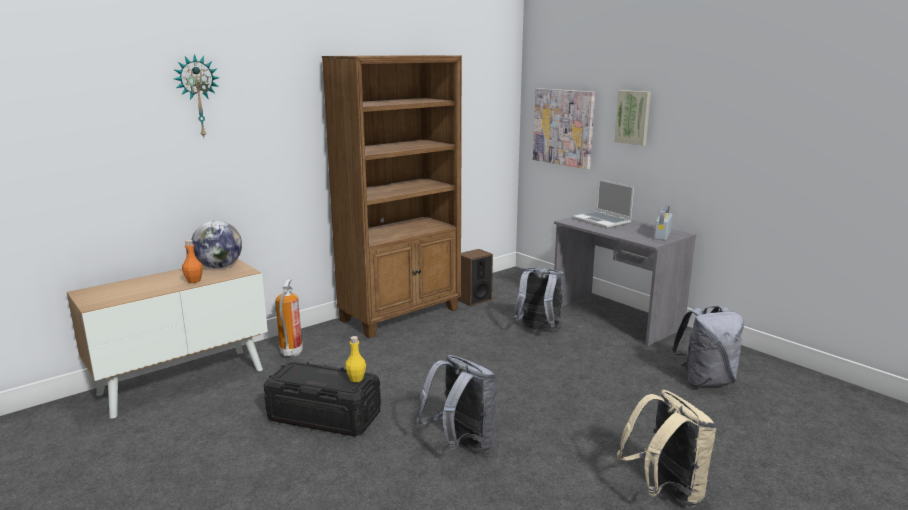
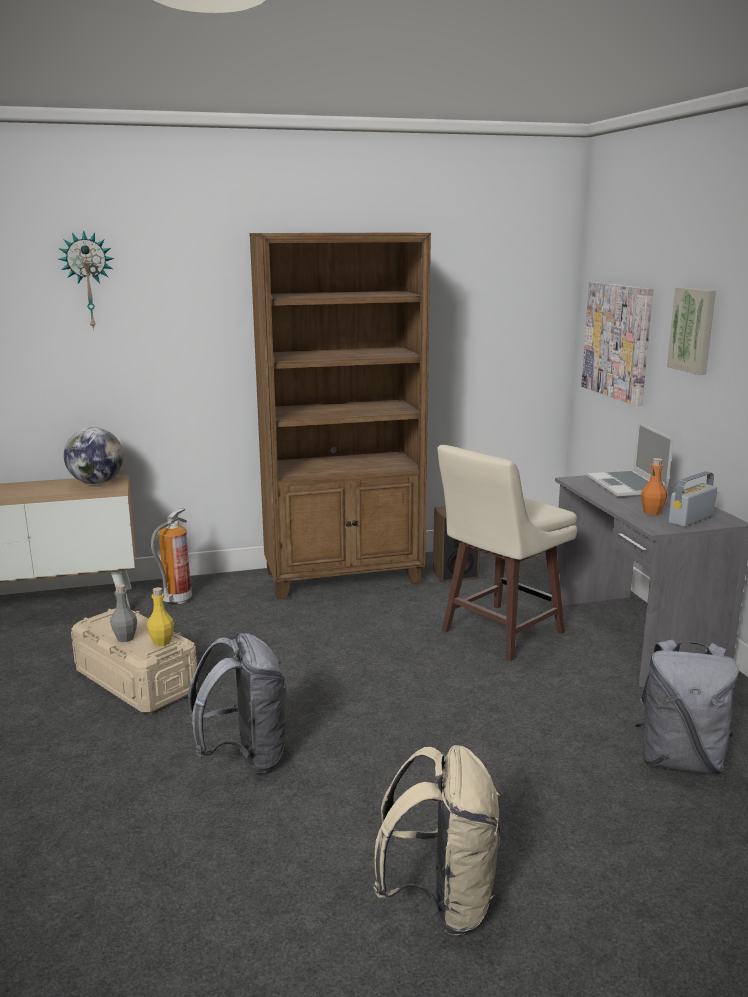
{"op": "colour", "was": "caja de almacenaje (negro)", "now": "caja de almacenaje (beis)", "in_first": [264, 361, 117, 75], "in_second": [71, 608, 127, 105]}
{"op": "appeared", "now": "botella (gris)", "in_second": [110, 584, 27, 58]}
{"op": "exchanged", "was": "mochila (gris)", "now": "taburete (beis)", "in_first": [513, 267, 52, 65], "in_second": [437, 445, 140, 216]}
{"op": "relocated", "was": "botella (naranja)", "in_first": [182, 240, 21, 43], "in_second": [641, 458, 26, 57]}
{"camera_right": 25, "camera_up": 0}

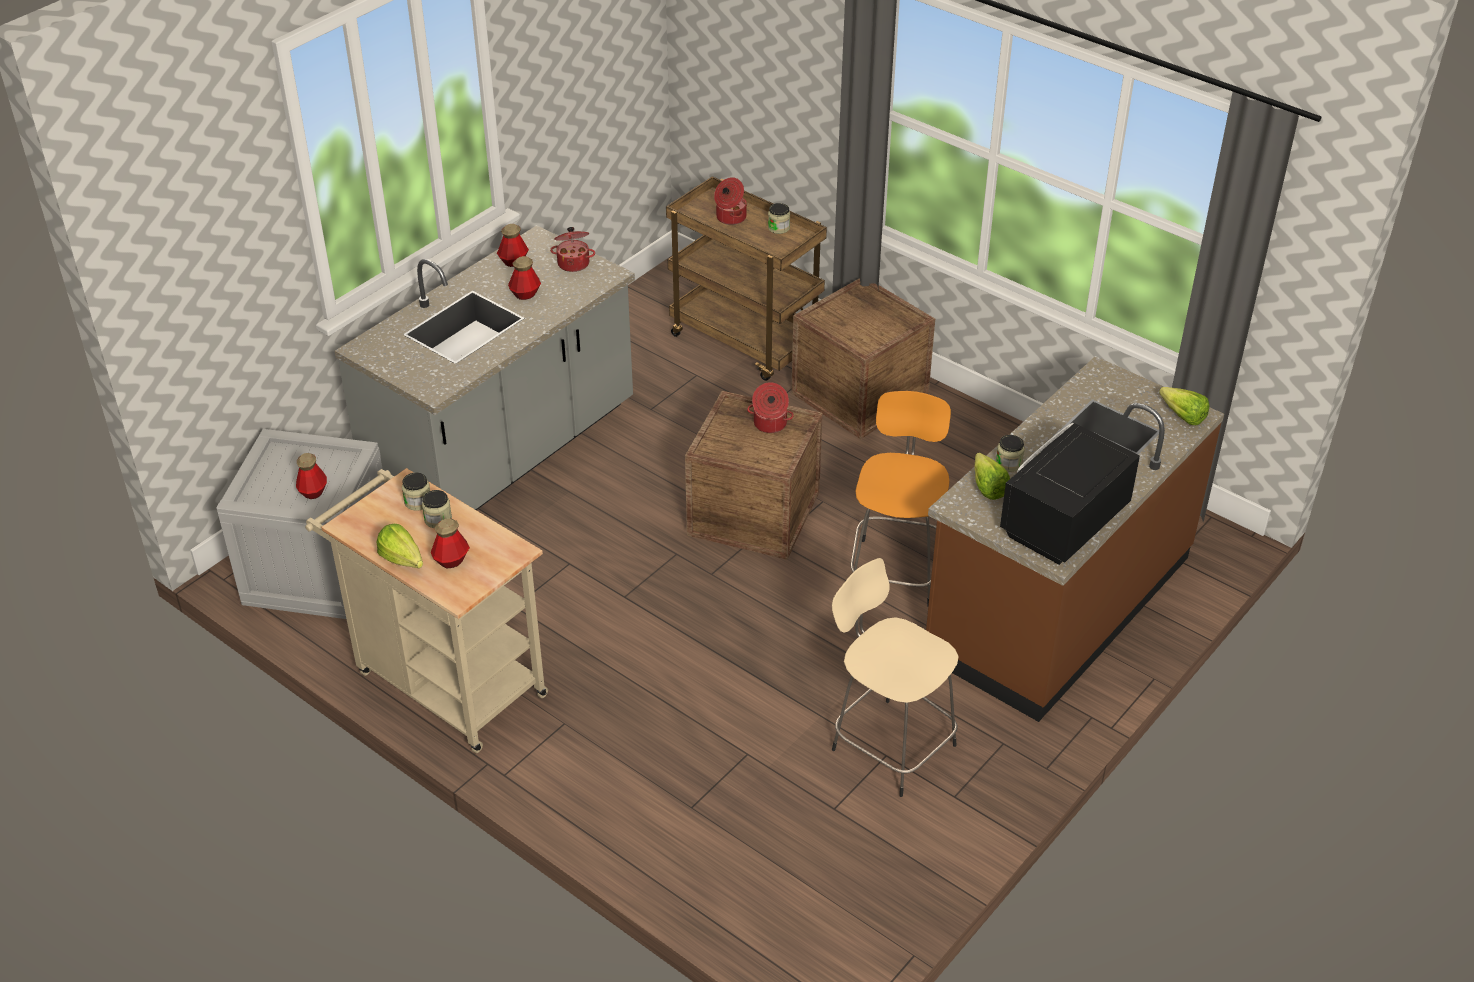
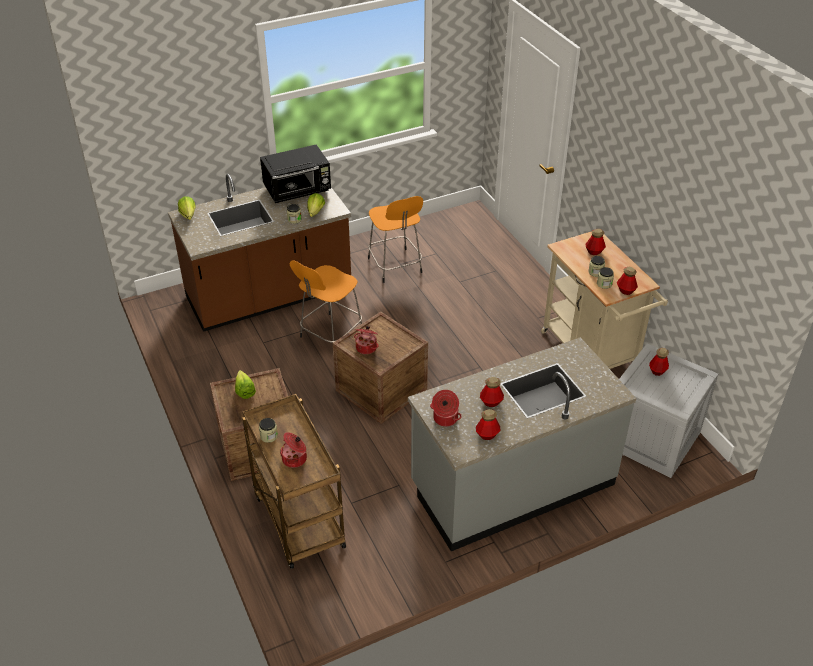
{"op": "relocated", "was": "lechuga", "in_first": [376, 524, 47, 44], "in_second": [235, 370, 21, 29]}
{"op": "colour", "was": "taburete (beis)", "now": "taburete (naranja)", "in_first": [832, 558, 127, 239], "in_second": [368, 196, 55, 87]}
{"op": "appeared", "now": "botella", "in_second": [617, 267, 21, 28]}
{"camera_right": -155, "camera_up": 0}

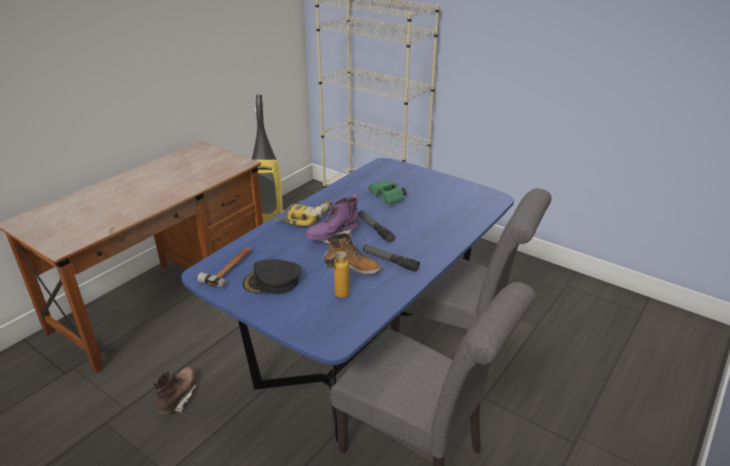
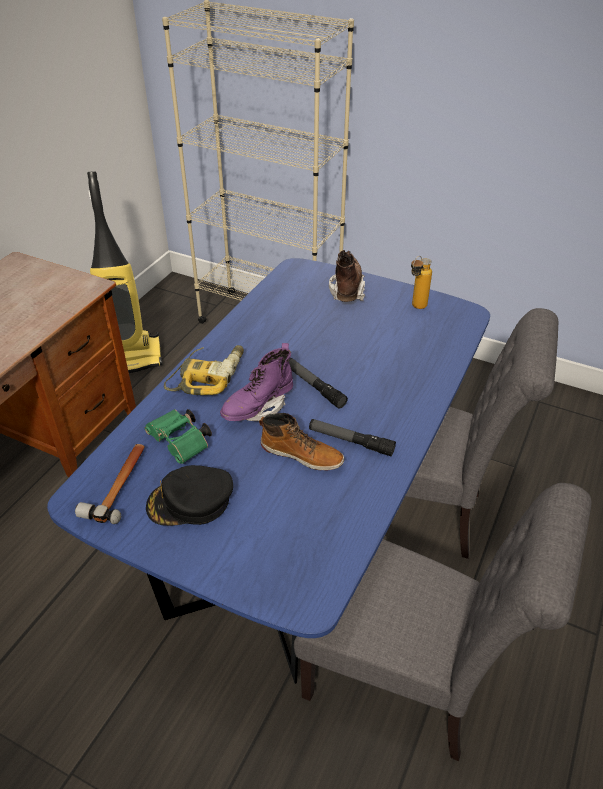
{"op": "relocated", "was": "prismáticos (verde)", "in_first": [368, 180, 39, 25], "in_second": [145, 409, 67, 55]}
{"op": "relocated", "was": "bota (marrón)", "in_first": [152, 367, 44, 47], "in_second": [329, 250, 36, 52]}
{"op": "relocated", "was": "botella", "in_first": [324, 249, 25, 49], "in_second": [411, 256, 21, 53]}
{"camera_right": -10, "camera_up": 10}

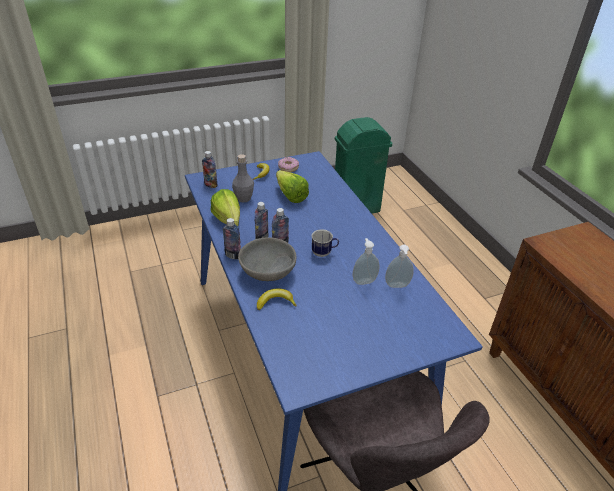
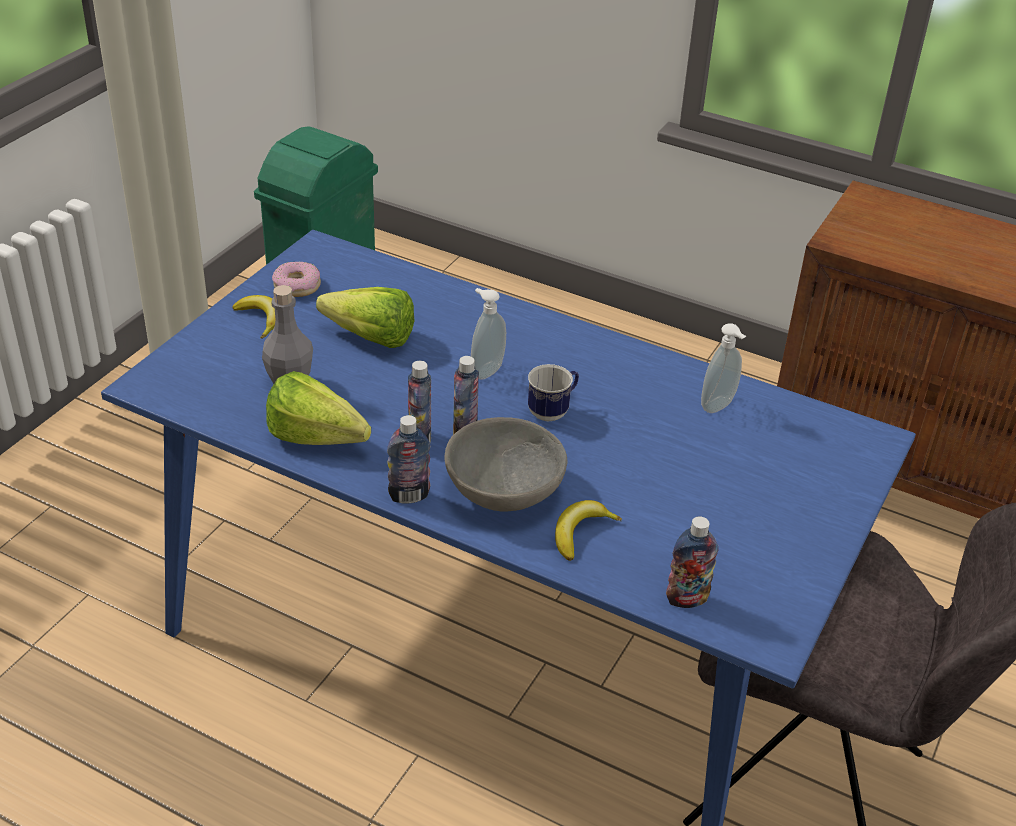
{"op": "relocated", "was": "dispensador de jabón", "in_first": [353, 238, 26, 47], "in_second": [471, 288, 35, 92]}
{"op": "relocated", "was": "botella", "in_first": [202, 151, 15, 37], "in_second": [666, 517, 53, 91]}
{"camera_right": -40, "camera_up": 0}

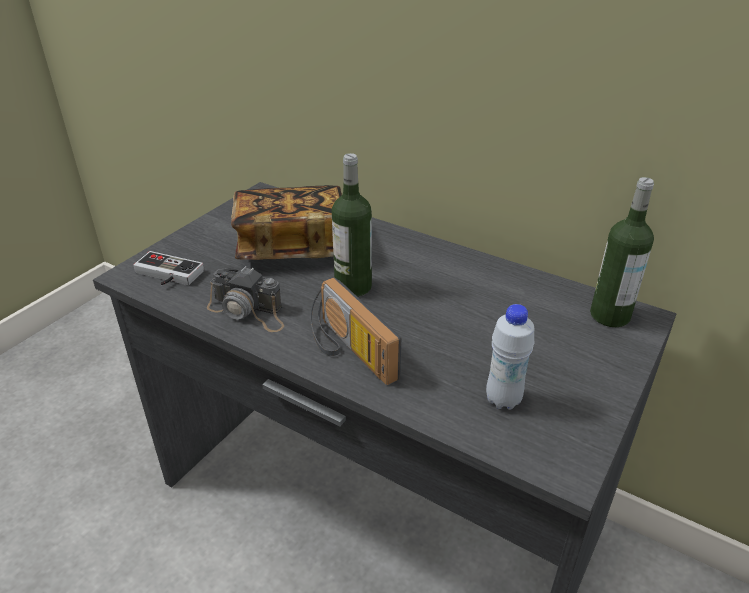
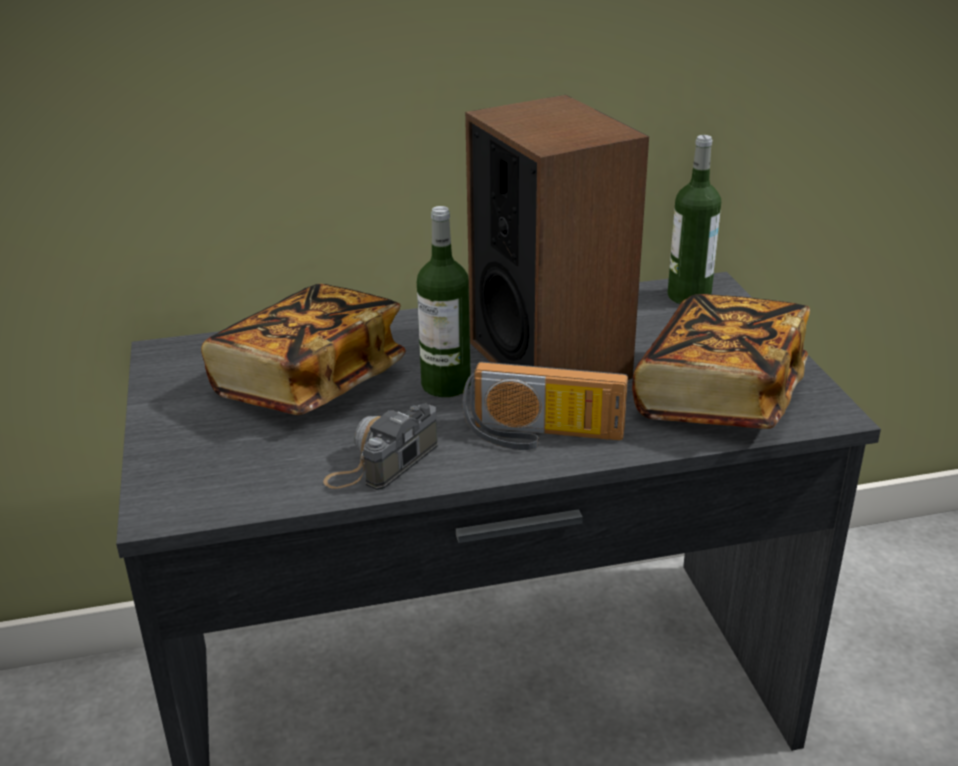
{"op": "spun", "was": "cámara", "in_first": [207, 266, 77, 66], "in_second": [323, 403, 115, 87], "clockwise": 150}
{"op": "appeared", "now": "altavoz", "in_second": [465, 95, 184, 285]}
{"op": "exchanged", "was": "botella (blanco)", "now": "libro", "in_first": [486, 304, 48, 106], "in_second": [632, 294, 178, 135]}
{"op": "missing", "was": "mando de consola", "in_first": [133, 251, 71, 34]}
{"camera_right": -45, "camera_up": -5}

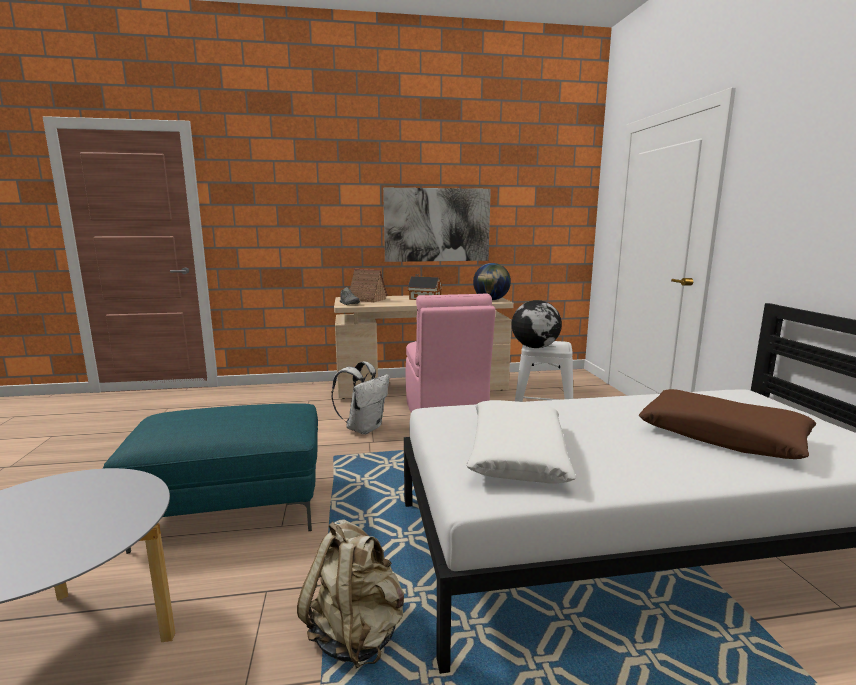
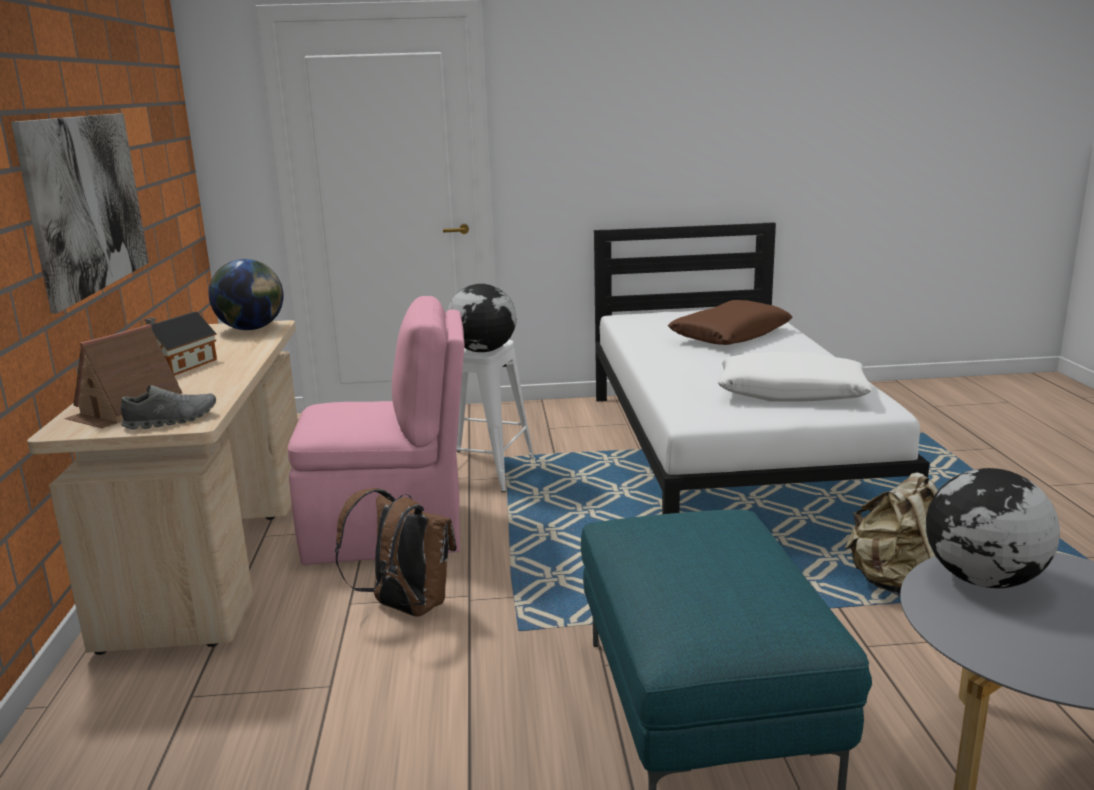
{"op": "colour", "was": "mochila (blanco)", "now": "mochila (marrón)", "in_first": [331, 361, 58, 74], "in_second": [335, 488, 122, 128]}
{"op": "appeared", "now": "globo terráqueo", "in_second": [926, 468, 134, 120]}
{"camera_right": -85, "camera_up": 5}

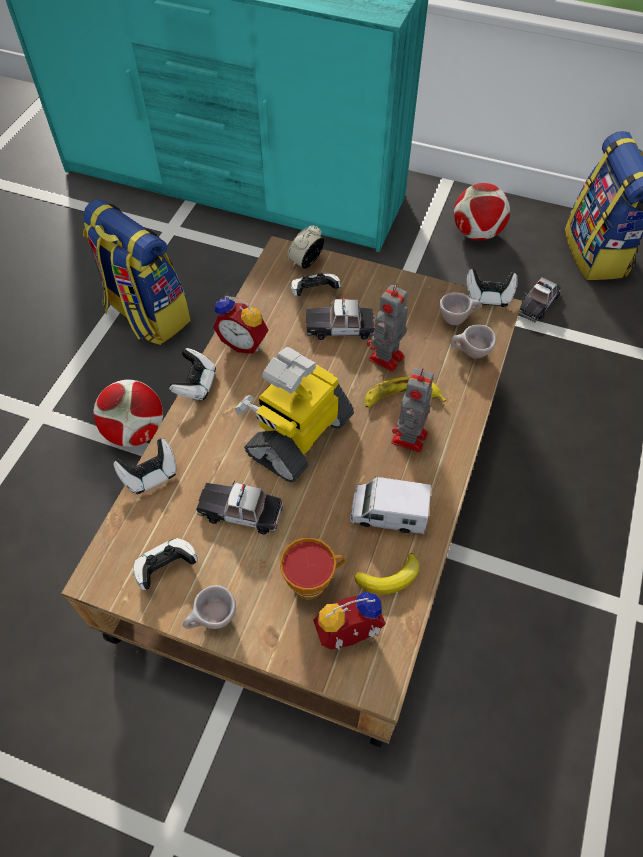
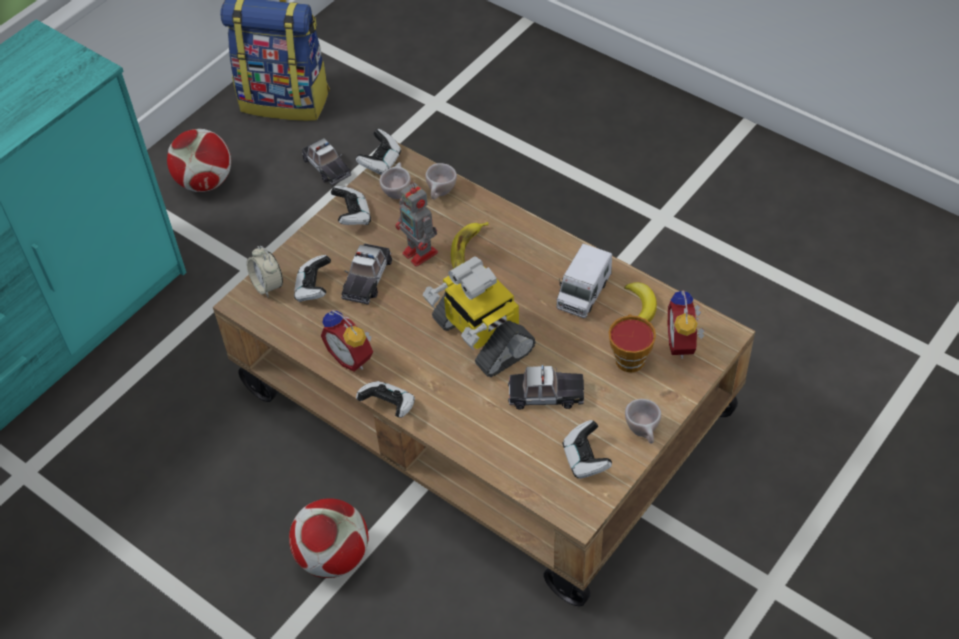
{"op": "spun", "was": "despertador", "in_first": [213, 296, 55, 58], "in_second": [321, 310, 52, 62], "clockwise": 90}
{"op": "relocated", "was": "mando de consola", "in_first": [113, 438, 64, 56], "in_second": [331, 186, 40, 39]}
{"op": "spun", "was": "coche de juguete", "in_first": [196, 480, 87, 54], "in_second": [508, 365, 76, 45], "clockwise": -120}
{"op": "missing", "was": "mochila", "in_first": [83, 199, 108, 146]}
{"op": "missing", "was": "robot de juguete", "in_first": [391, 368, 43, 85]}
{"camera_right": -70, "camera_up": -5}

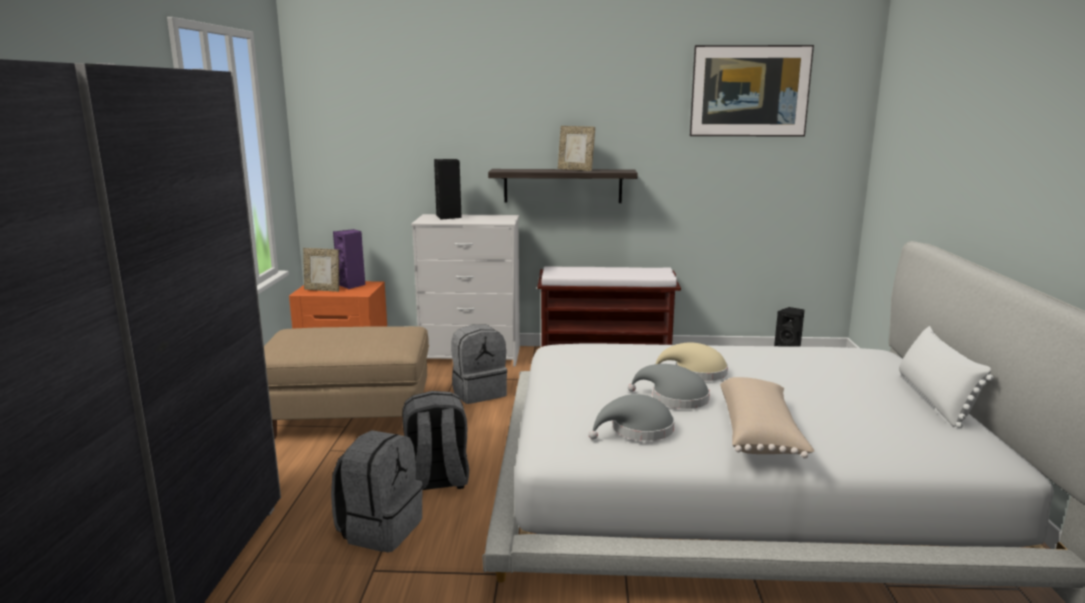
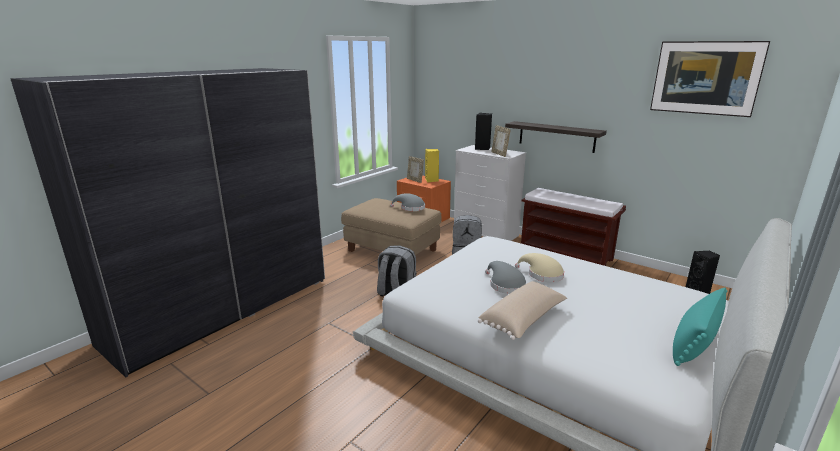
{"op": "relocated", "was": "sombrero (gris)", "in_first": [588, 394, 87, 47], "in_second": [390, 193, 35, 18]}
{"op": "colour", "was": "altavoz (morado)", "now": "altavoz (amarillo)", "in_first": [333, 229, 33, 60], "in_second": [425, 149, 14, 33]}
{"op": "relocated", "was": "portarretratos", "in_first": [558, 126, 37, 45], "in_second": [491, 125, 20, 32]}
{"op": "colour", "was": "cojín (blanco)", "now": "cojín (turquesa)", "in_first": [899, 326, 95, 102], "in_second": [673, 287, 54, 79]}
{"op": "missing", "was": "mochila (gris)", "in_first": [331, 430, 92, 123]}
{"camera_right": 35, "camera_up": 5}

